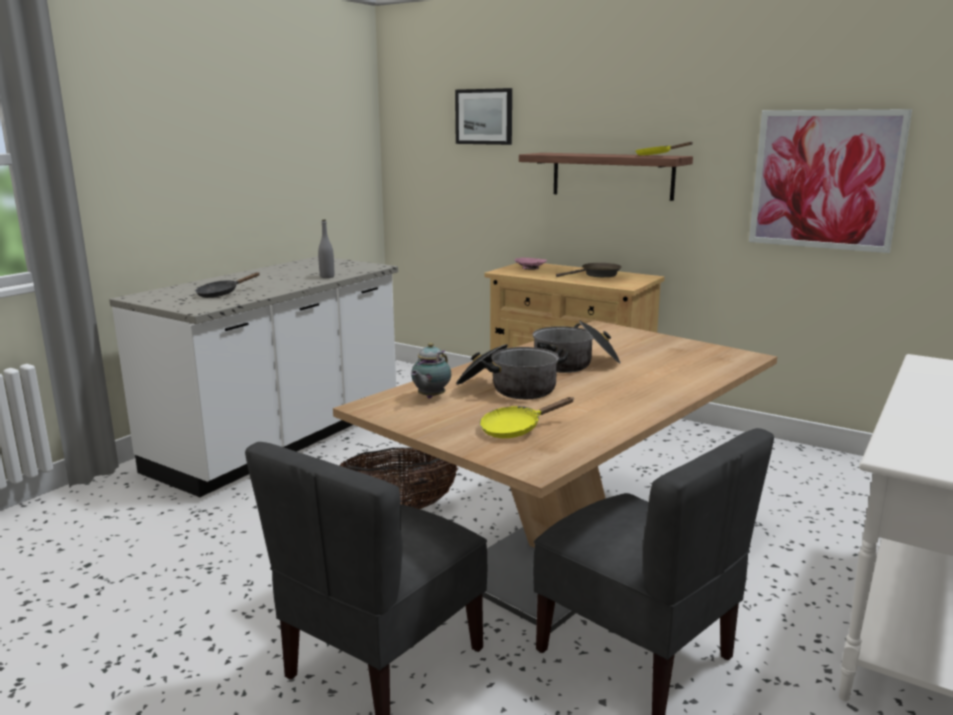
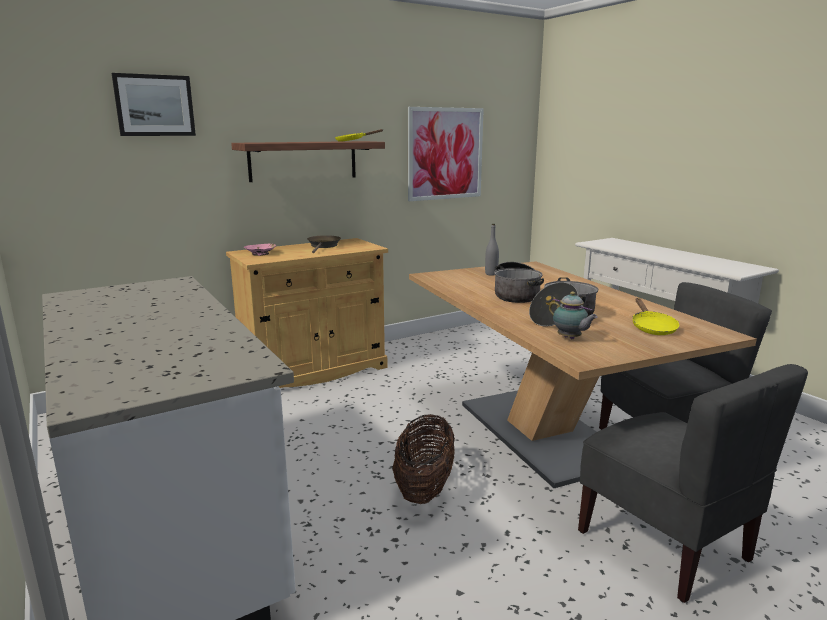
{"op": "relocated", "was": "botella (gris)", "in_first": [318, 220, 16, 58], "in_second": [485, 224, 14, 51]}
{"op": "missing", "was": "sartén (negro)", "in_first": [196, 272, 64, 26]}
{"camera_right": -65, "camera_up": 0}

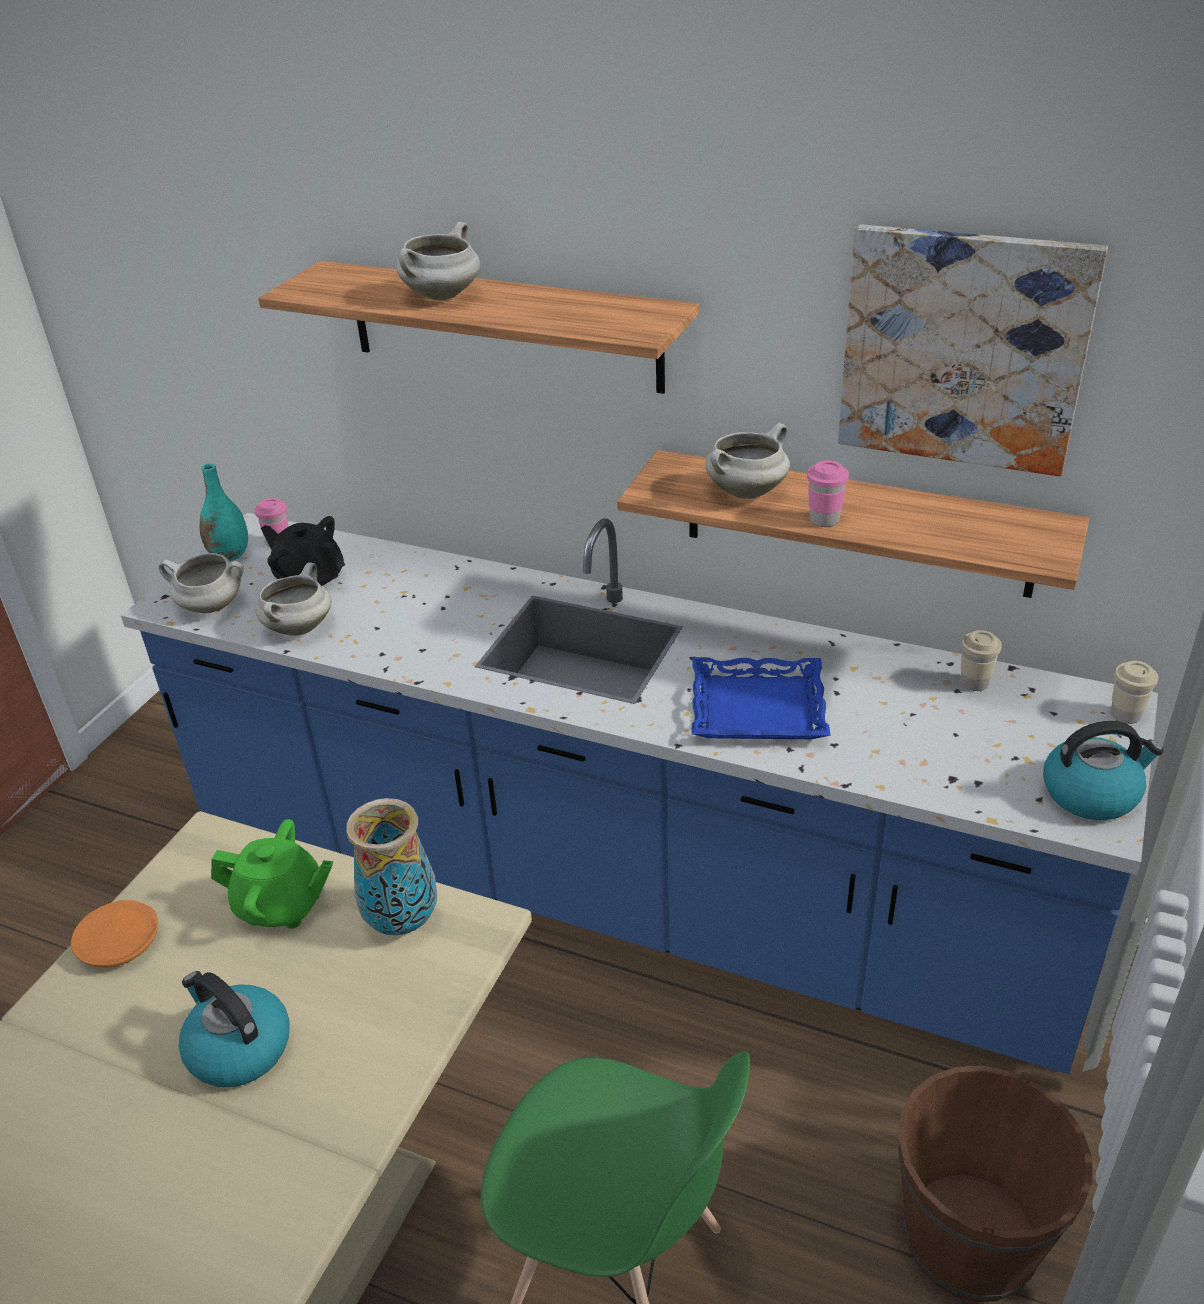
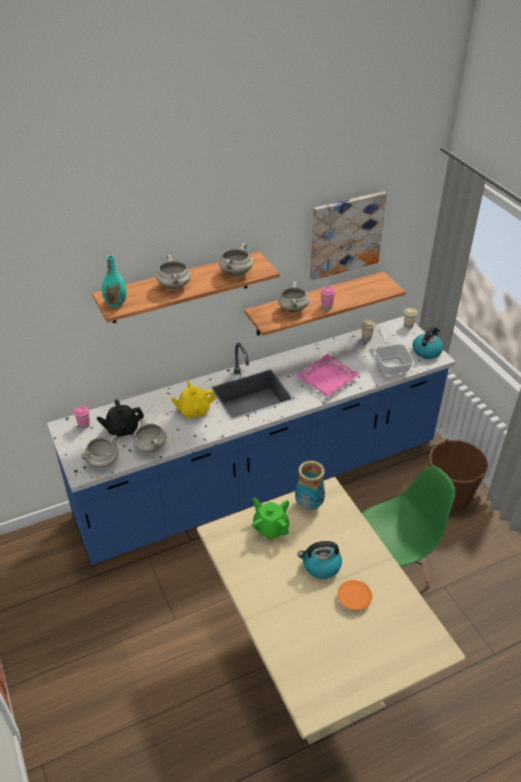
{"op": "relocated", "was": "florero (turquesa)", "in_first": [199, 463, 49, 98], "in_second": [102, 255, 24, 52]}
{"op": "appeared", "now": "tetera (amarillo)", "in_second": [171, 381, 45, 38]}
{"op": "appeared", "now": "olla (blanco)", "in_second": [219, 243, 34, 33]}
{"op": "spun", "was": "tetera (verde)", "in_first": [211, 819, 122, 110], "in_second": [252, 497, 37, 43], "clockwise": -90}
{"op": "colour", "was": "bandeja (azul)", "now": "bandeja (rosa)", "in_first": [692, 657, 139, 82], "in_second": [295, 354, 65, 42]}
{"op": "relocated", "was": "plato (naranja)", "in_first": [71, 900, 87, 68], "in_second": [338, 580, 34, 30]}
{"op": "appeared", "now": "sartén", "in_second": [375, 328, 39, 47]}
{"camera_right": -50, "camera_up": 5}

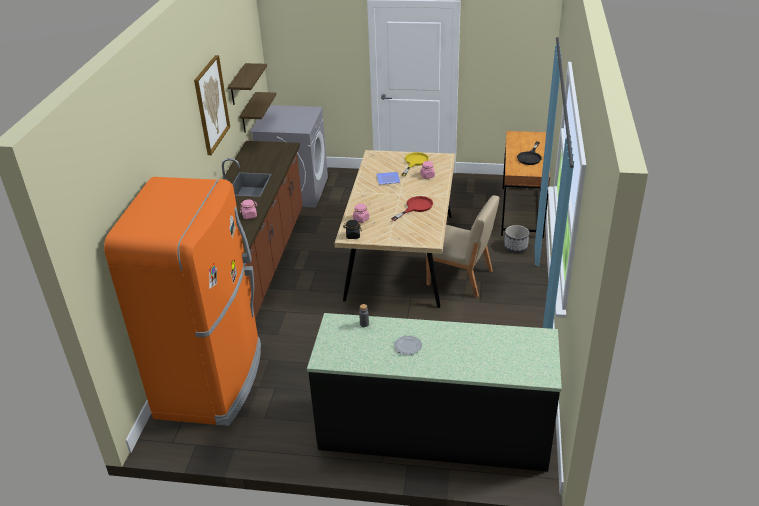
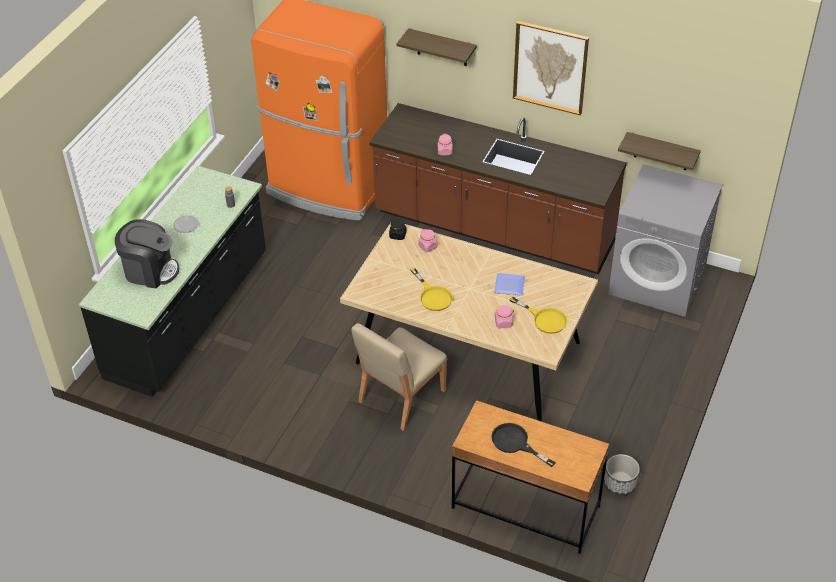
{"op": "appeared", "now": "cafetera", "in_second": [115, 219, 64, 69]}
{"op": "relocated", "was": "estante", "in_first": [228, 63, 39, 42], "in_second": [396, 28, 81, 38]}
{"op": "colour", "was": "sartén (rojo)", "now": "sartén (amarillo)", "in_first": [391, 196, 42, 25], "in_second": [410, 268, 43, 43]}
{"op": "relocated", "was": "maceta", "in_first": [504, 225, 25, 28], "in_second": [604, 454, 36, 42]}
{"camera_right": 105, "camera_up": 10}

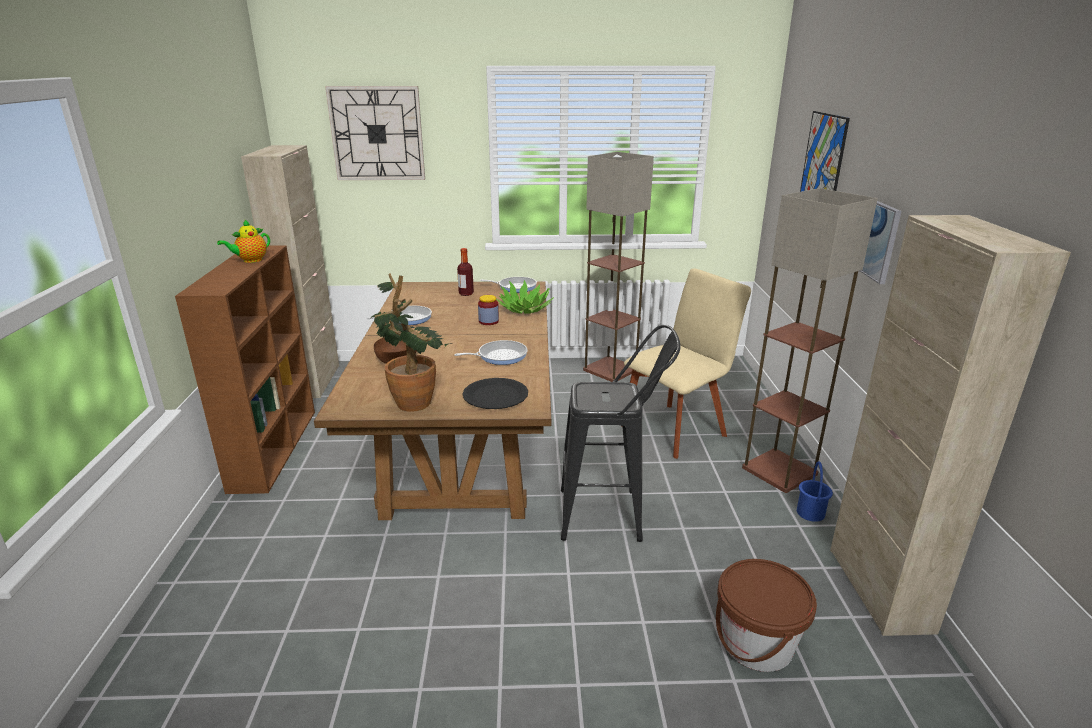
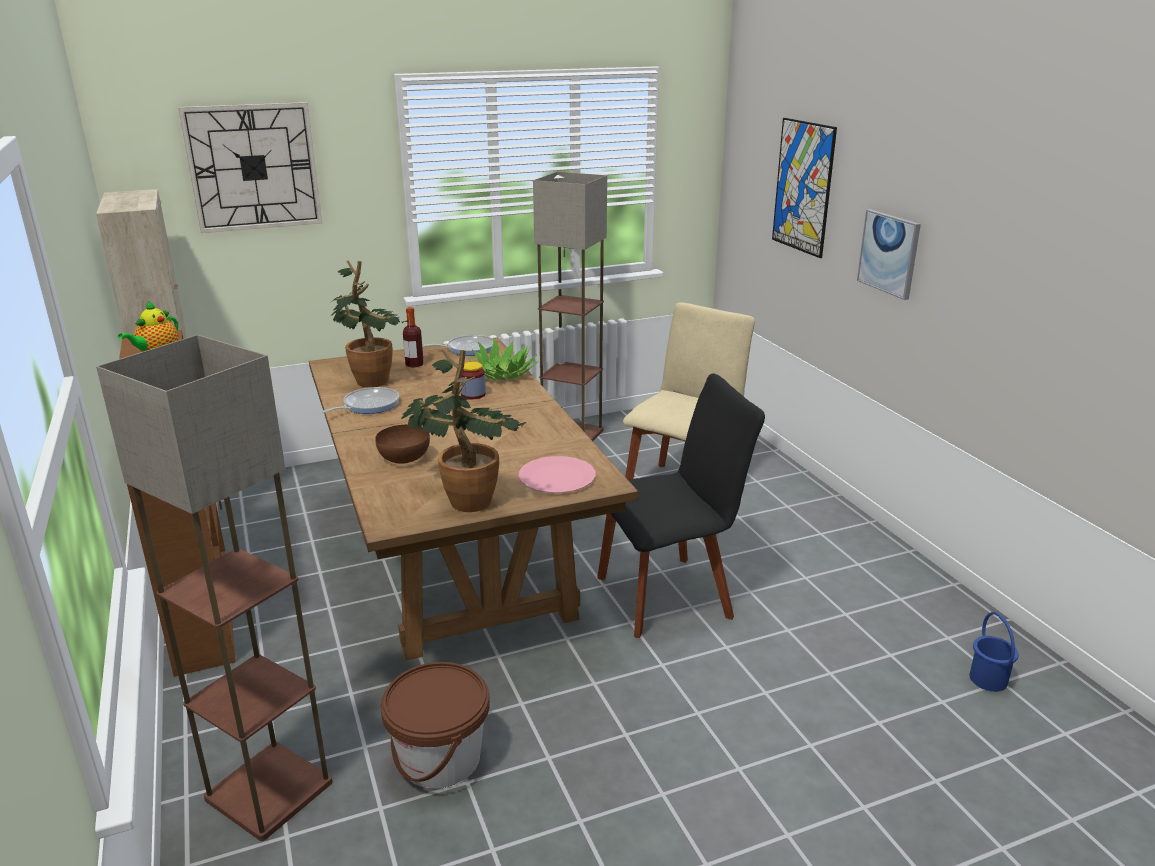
{"op": "relocated", "was": "lámpara de pie", "in_first": [742, 188, 136, 305], "in_second": [96, 335, 237, 506]}
{"op": "appeared", "now": "planta en maceta", "in_second": [332, 260, 76, 127]}
{"op": "relocated", "was": "cubo (marrón)", "in_first": [716, 559, 101, 113], "in_second": [381, 662, 109, 127]}
{"op": "colour", "was": "plato (negro)", "now": "plato (rosa)", "in_first": [463, 378, 65, 31], "in_second": [519, 456, 76, 37]}
{"op": "exchanged", "was": "taburete (negro)", "now": "silla (negro)", "in_first": [561, 325, 119, 217], "in_second": [597, 373, 168, 265]}
{"op": "relocated", "was": "cubo (azul)", "in_first": [797, 461, 36, 61], "in_second": [969, 612, 50, 80]}
{"op": "missing", "was": "sartén", "in_first": [454, 340, 73, 25]}
{"op": "missing", "was": "armario (beis)", "in_first": [830, 215, 241, 421]}
{"camera_right": -20, "camera_up": 0}

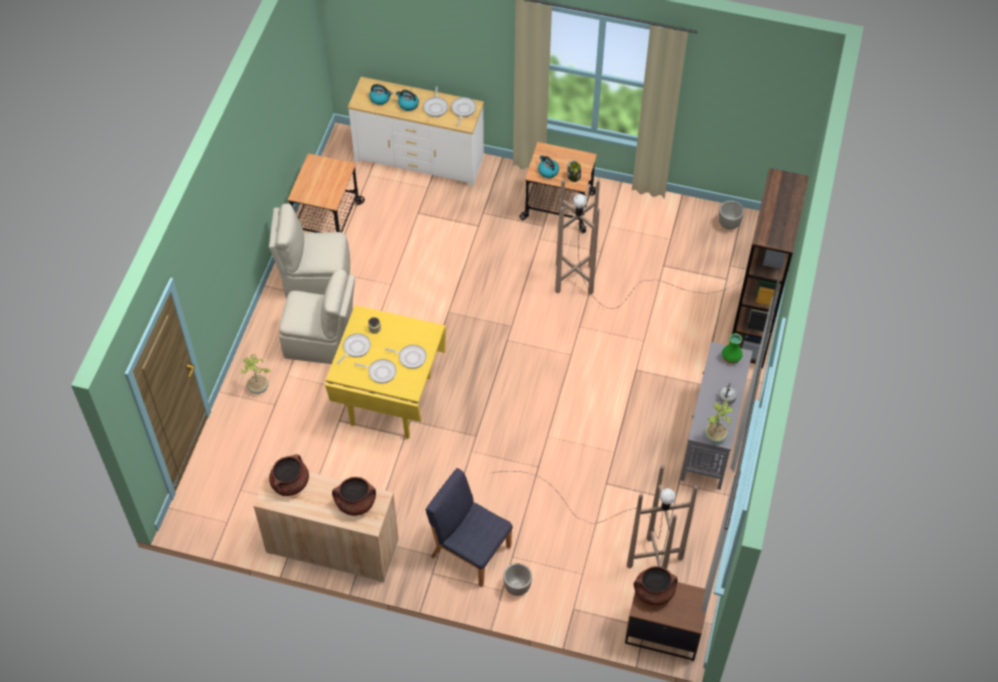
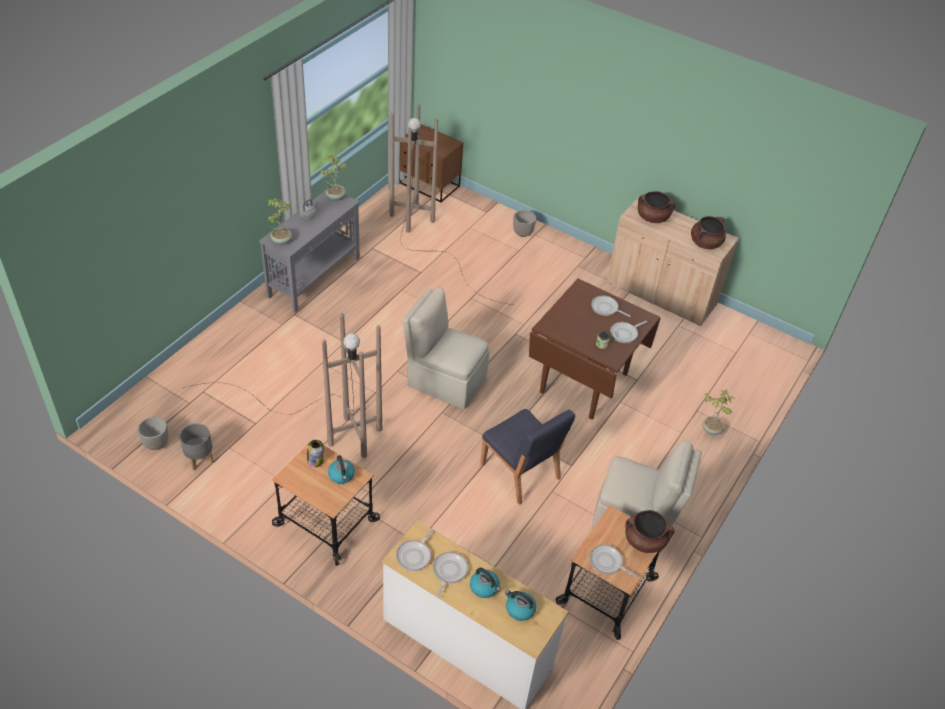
{"op": "appeared", "now": "maceta (gris)", "in_second": [180, 423, 34, 47]}
{"op": "exchanged", "was": "florero (verde)", "now": "planta en maceta", "in_first": [722, 334, 20, 30], "in_second": [268, 199, 24, 46]}
{"op": "relocated", "was": "silla (beis)", "in_first": [279, 269, 76, 95], "in_second": [402, 287, 87, 122]}
{"op": "relocated", "was": "silla (azul)", "in_first": [426, 468, 87, 119], "in_second": [480, 409, 95, 96]}
{"op": "colour", "was": "mesa de comedor (amarillo)", "now": "mesa de comedor (marrón)", "in_first": [325, 306, 121, 133], "in_second": [529, 278, 132, 141]}
{"op": "relocated", "was": "sartén", "in_first": [385, 345, 42, 24], "in_second": [590, 545, 47, 32]}
{"op": "relocated", "was": "olla (marrón)", "in_first": [633, 566, 45, 40], "in_second": [625, 510, 49, 43]}
{"op": "missing", "was": "estantería (marrón)", "in_first": [732, 168, 77, 201]}
{"camera_right": -165, "camera_up": -10}

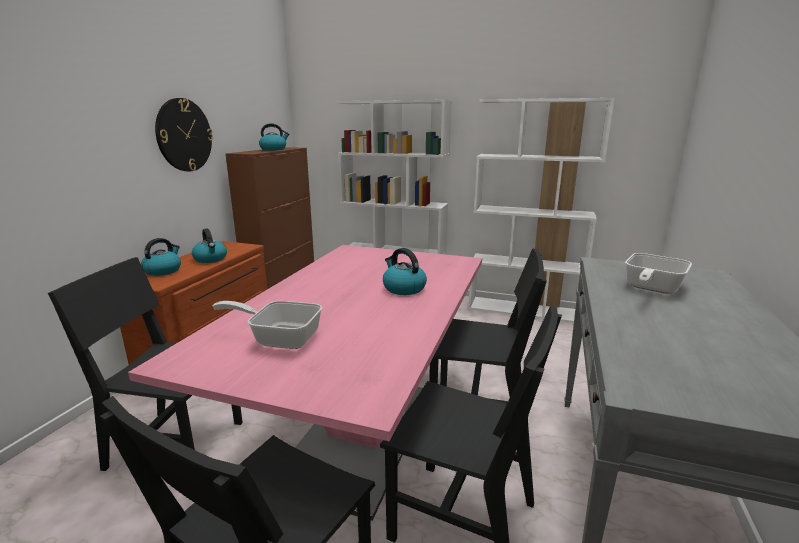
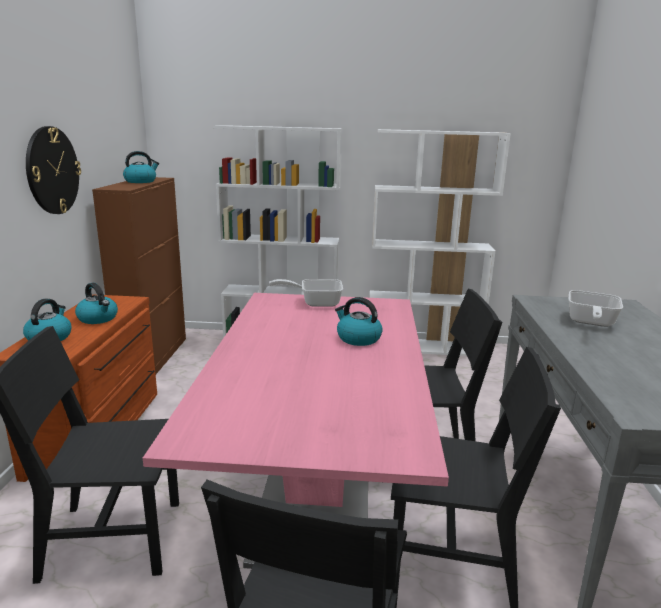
{"op": "relocated", "was": "sartén", "in_first": [213, 301, 109, 48], "in_second": [269, 279, 74, 28]}
{"camera_right": -15, "camera_up": 0}

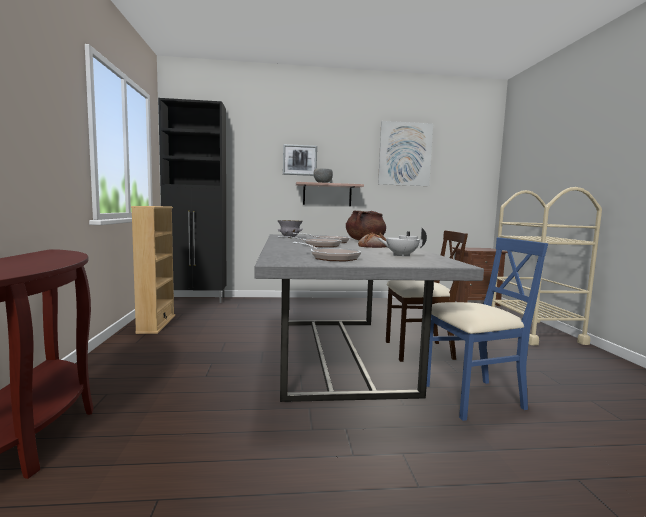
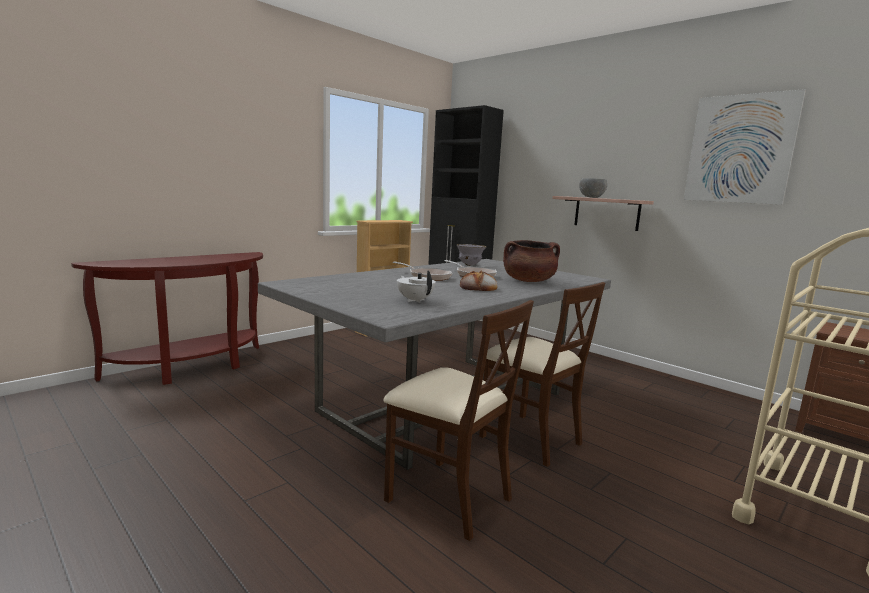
{"op": "colour", "was": "silla (azul)", "now": "silla (beis)", "in_first": [426, 237, 122, 184], "in_second": [384, 300, 150, 241]}
{"op": "missing", "was": "cuadro", "in_first": [283, 144, 34, 32]}
{"op": "missing", "was": "sartén", "in_first": [293, 242, 68, 19]}
{"camera_right": 50, "camera_up": 5}

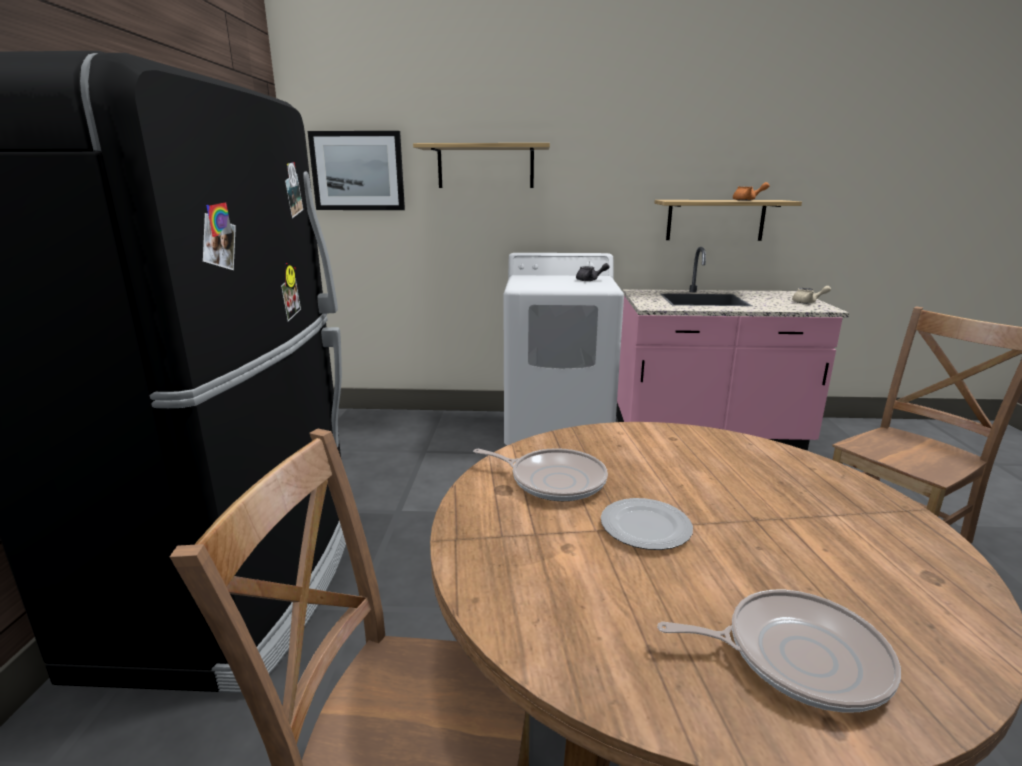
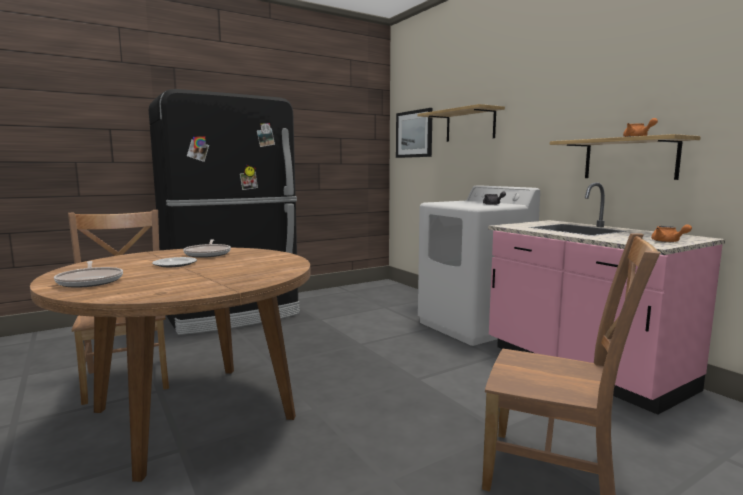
{"op": "colour", "was": "tetera (beis)", "now": "tetera (naranja)", "in_first": [792, 286, 39, 18], "in_second": [651, 224, 41, 18]}
{"camera_right": 55, "camera_up": -10}

